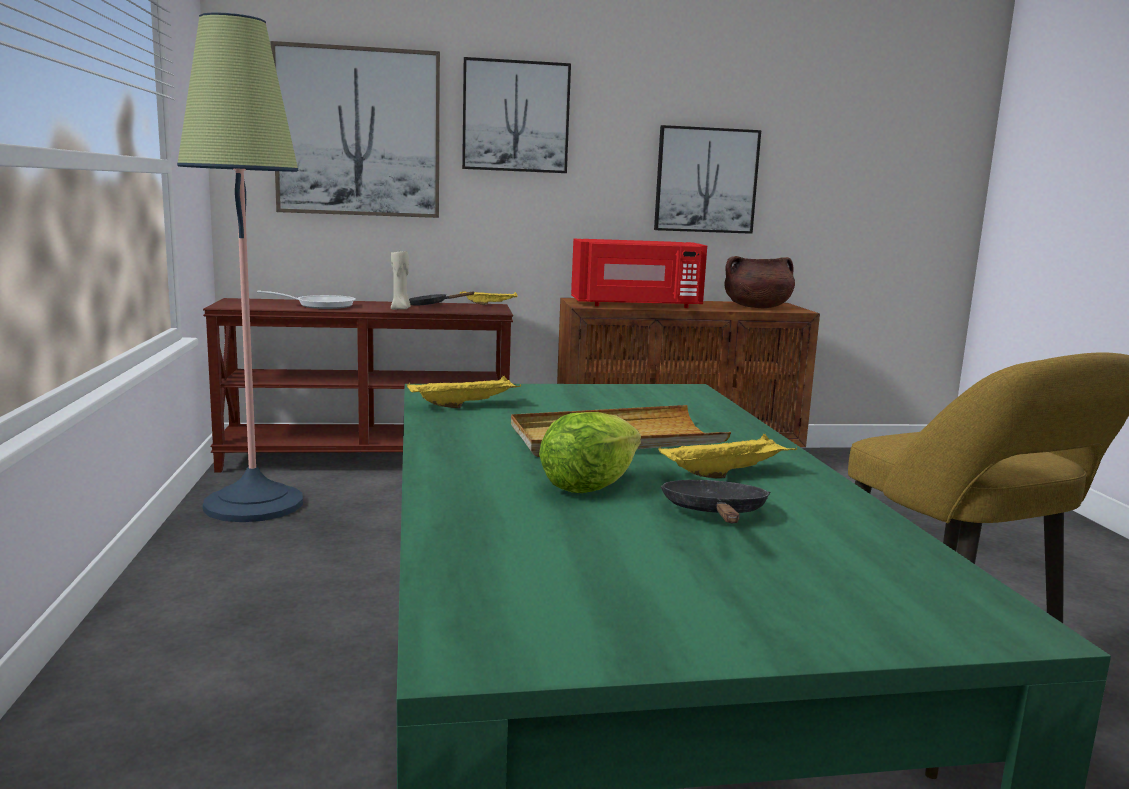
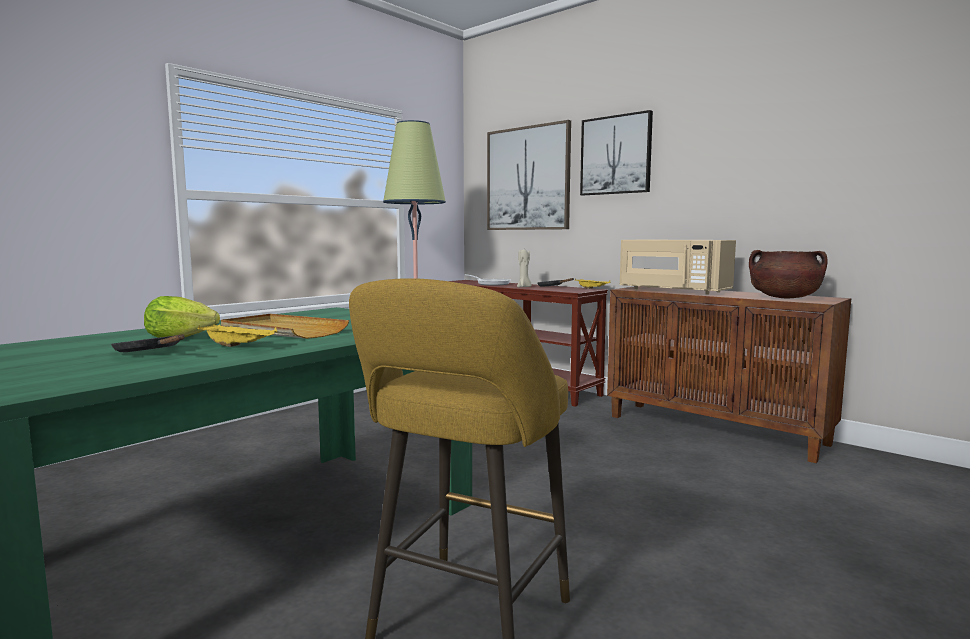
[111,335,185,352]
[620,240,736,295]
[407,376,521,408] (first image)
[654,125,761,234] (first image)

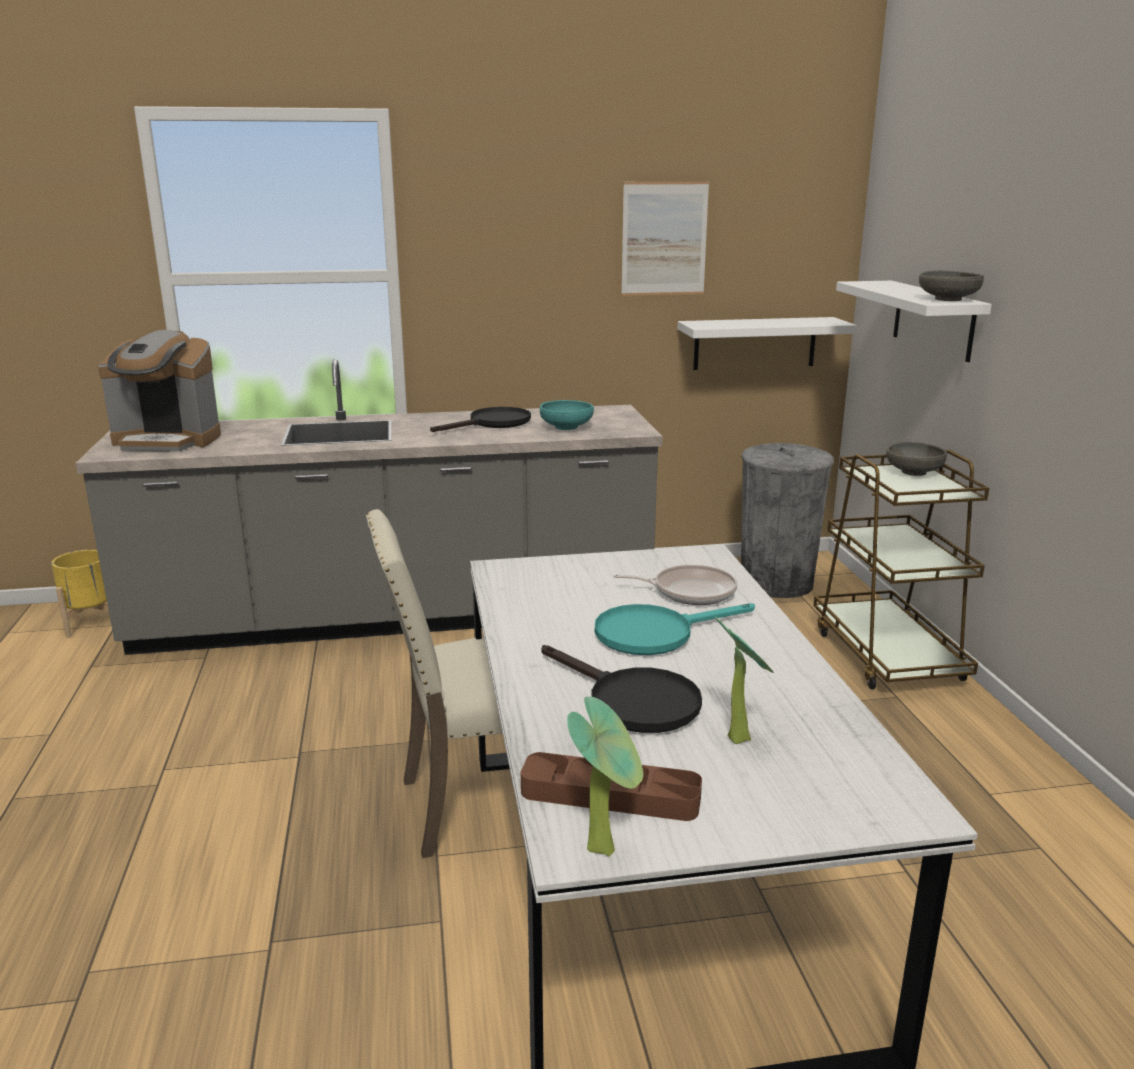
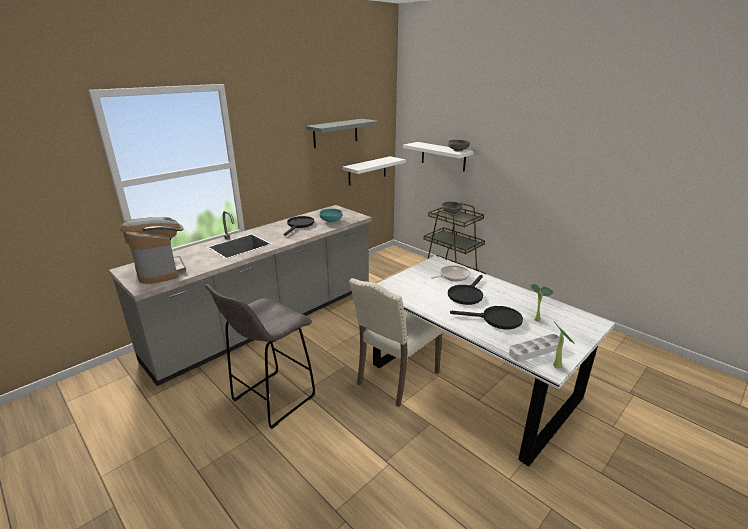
[120,217,186,284]
[205,284,315,429]
[306,119,378,148]
[448,275,483,305]
[509,334,564,362]
[51,550,109,638] (first image)
[741,443,834,598] (first image)

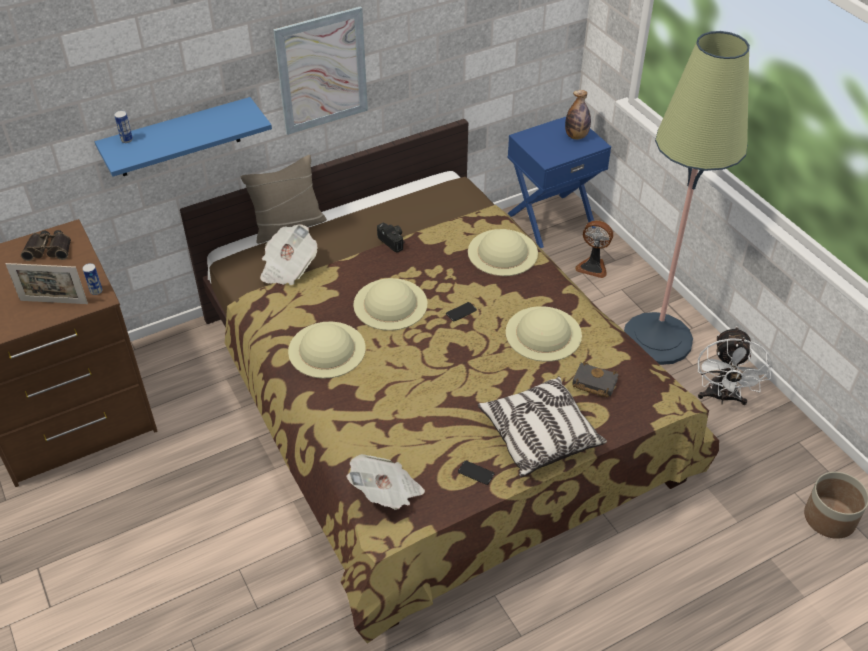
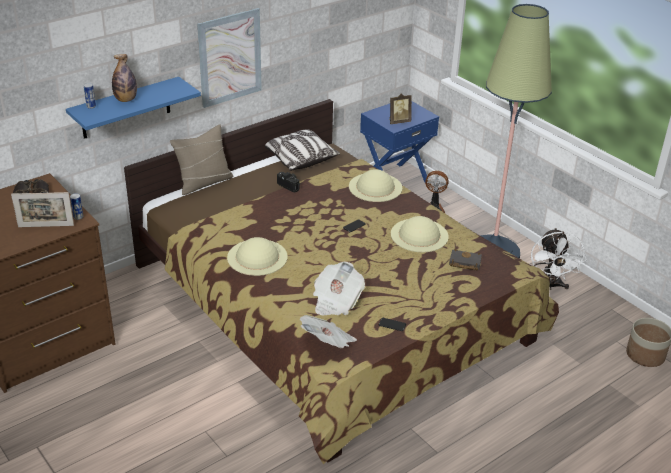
[112,54,137,102]
[265,129,340,171]
[313,261,365,315]
[389,94,412,124]
[353,278,427,331] (first image)

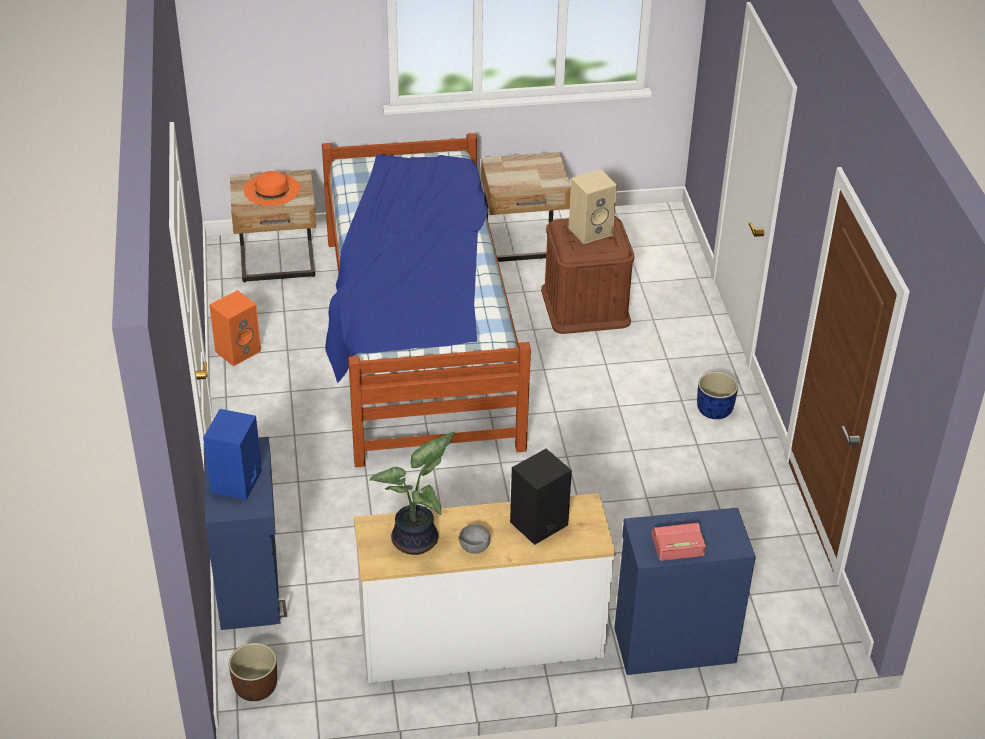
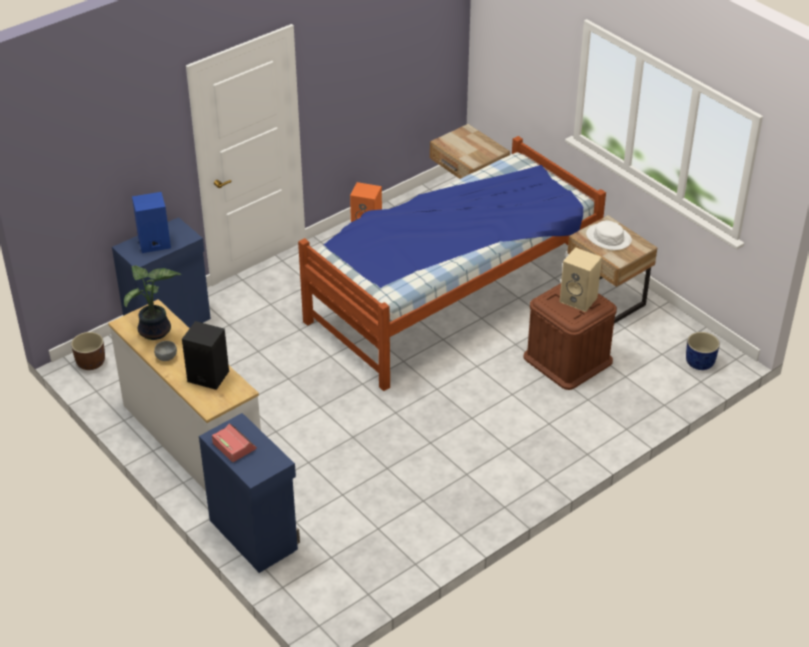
[586,221,632,250]
[686,332,720,370]
[244,171,300,206] (first image)

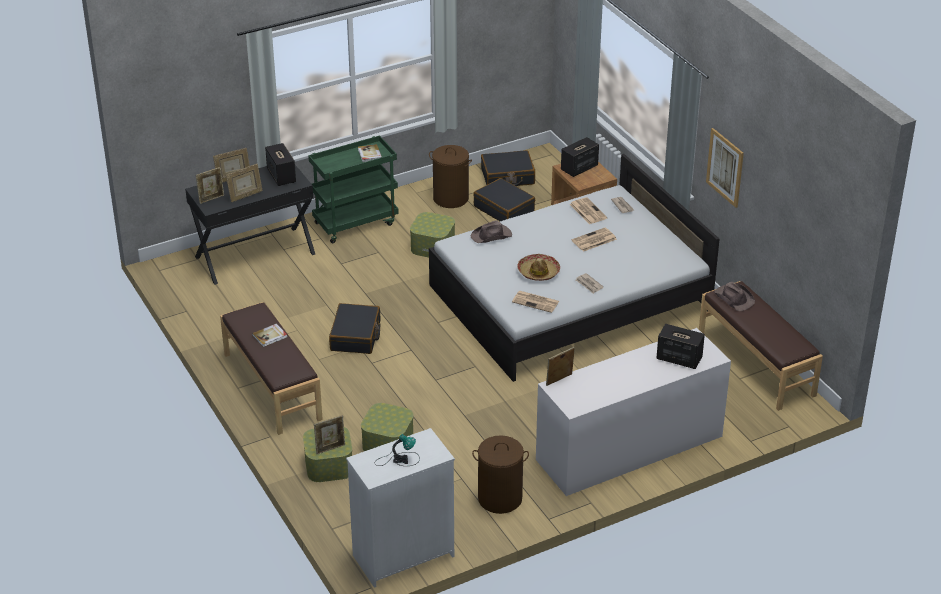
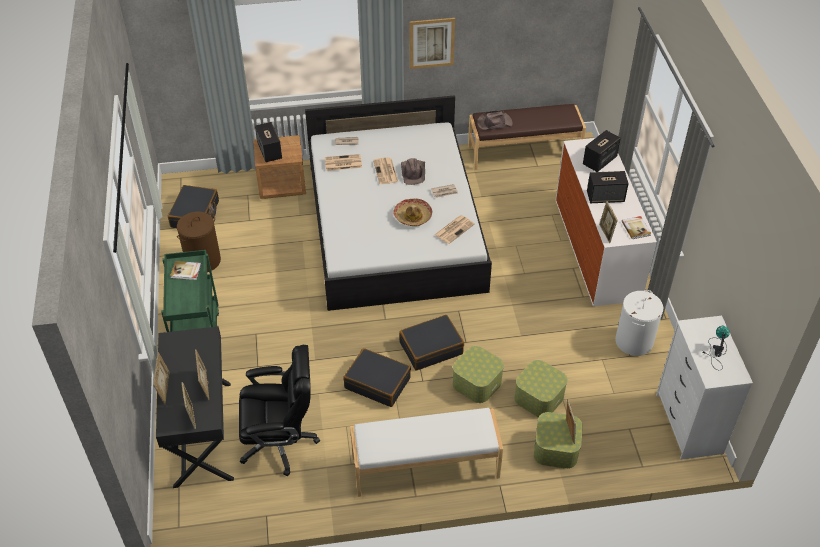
[239,345,320,476]
[350,408,503,497]
[399,315,464,370]
[401,158,425,185]
[453,346,504,403]
[587,171,629,203]
[615,290,663,356]
[622,216,651,239]

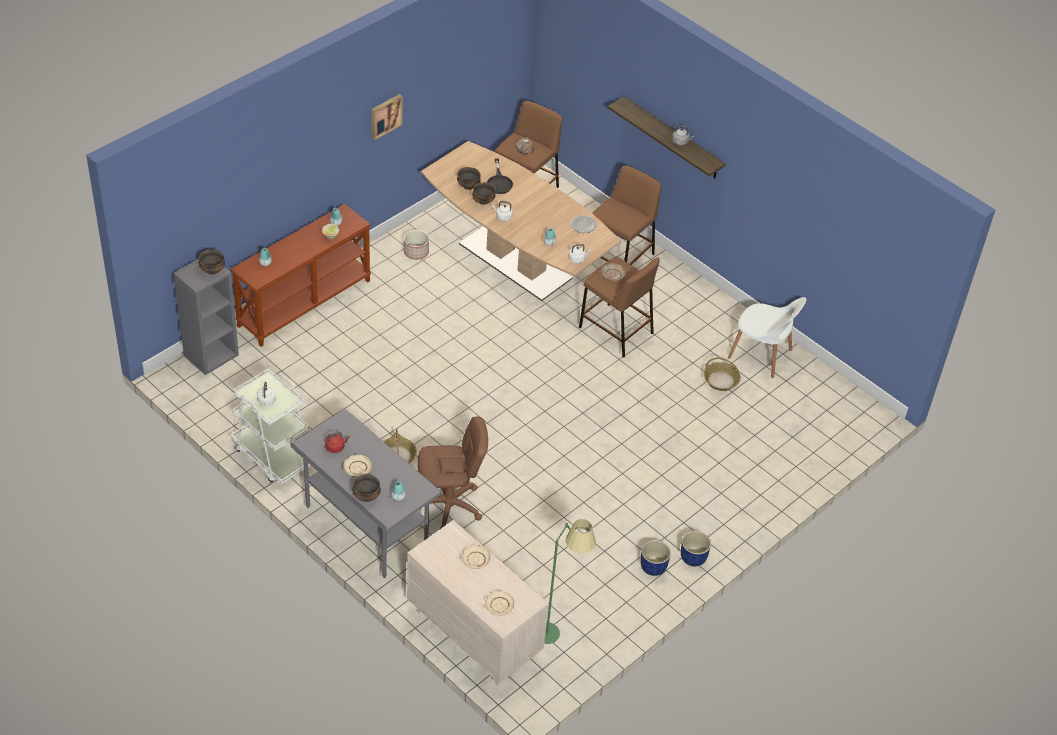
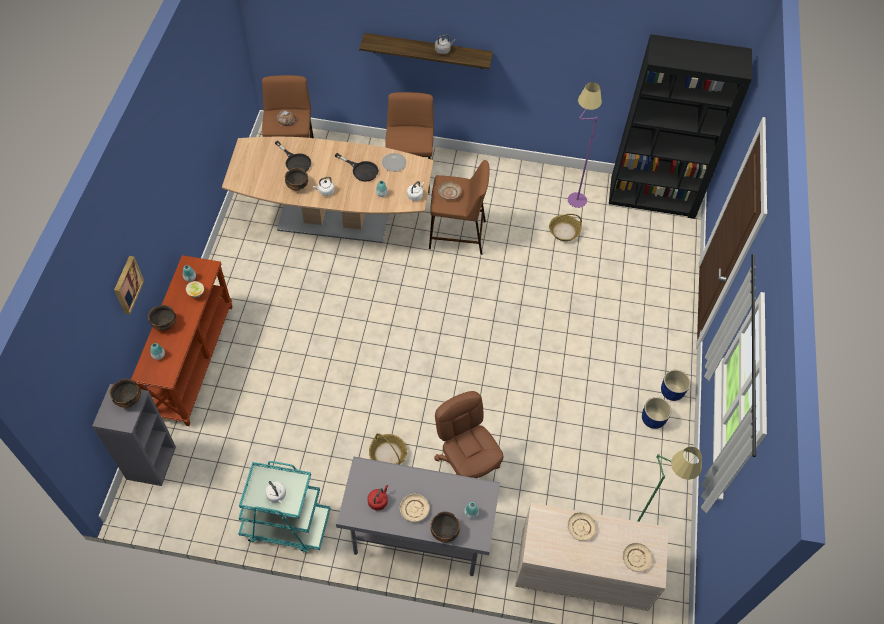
[114,256,144,314]
[148,305,176,331]
[238,461,331,552]
[334,153,378,182]
[434,391,503,478]
[568,82,602,208]
[609,34,752,219]
[404,230,429,260] (first image)

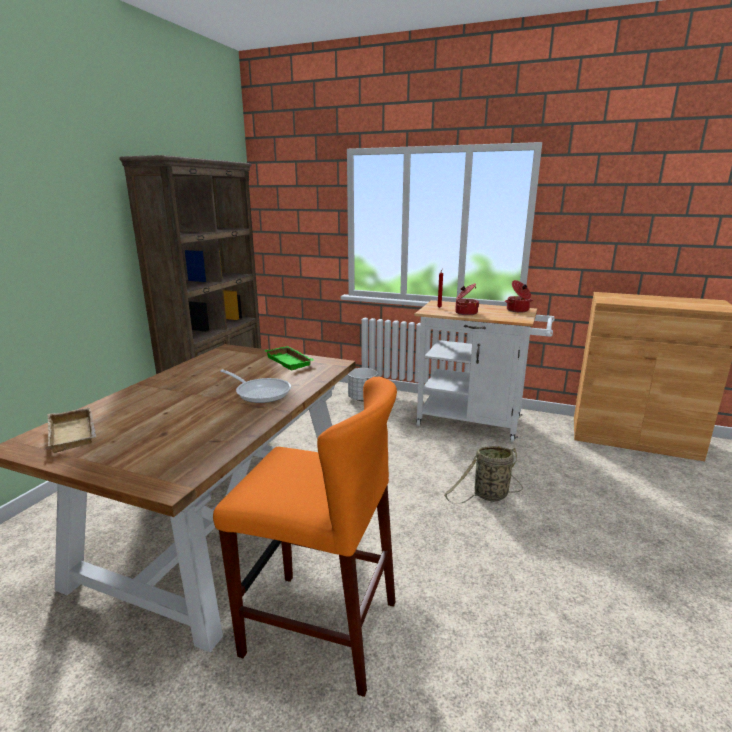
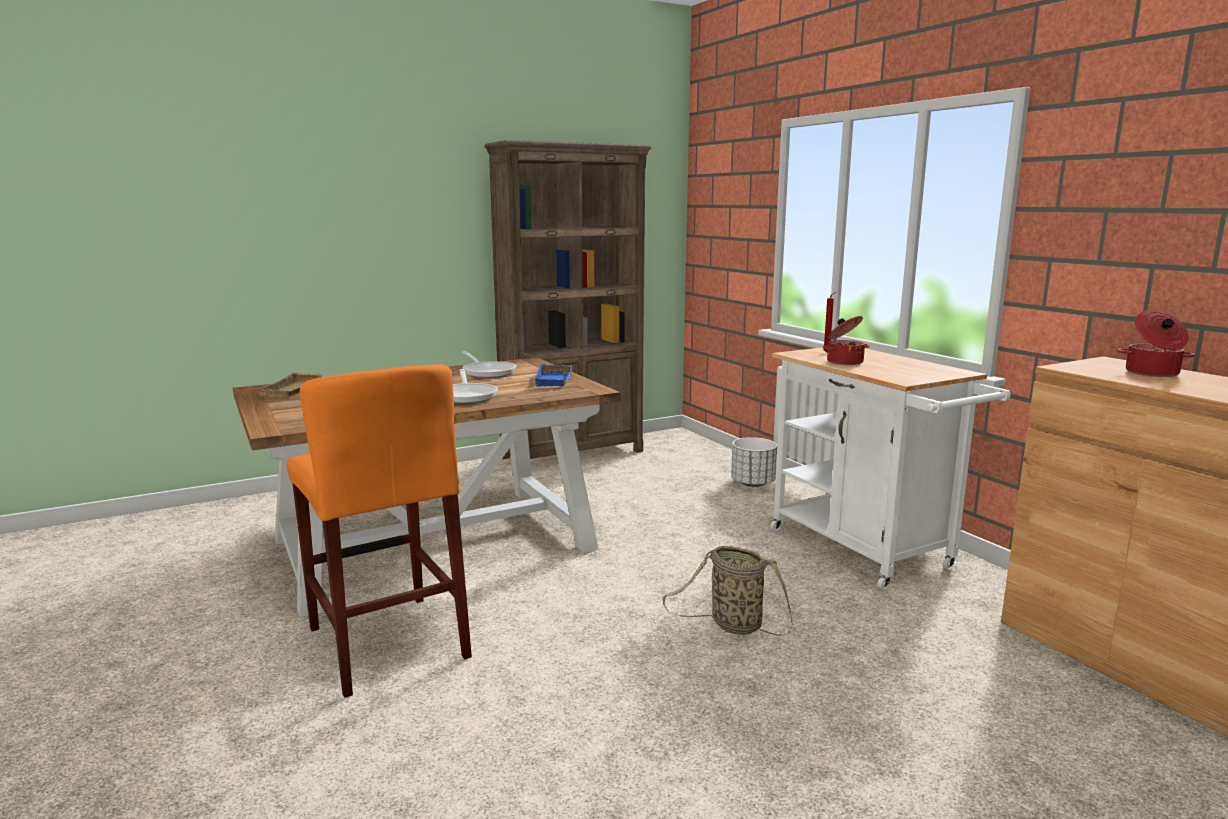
[462,351,517,378]
[534,364,573,387]
[1117,309,1195,377]

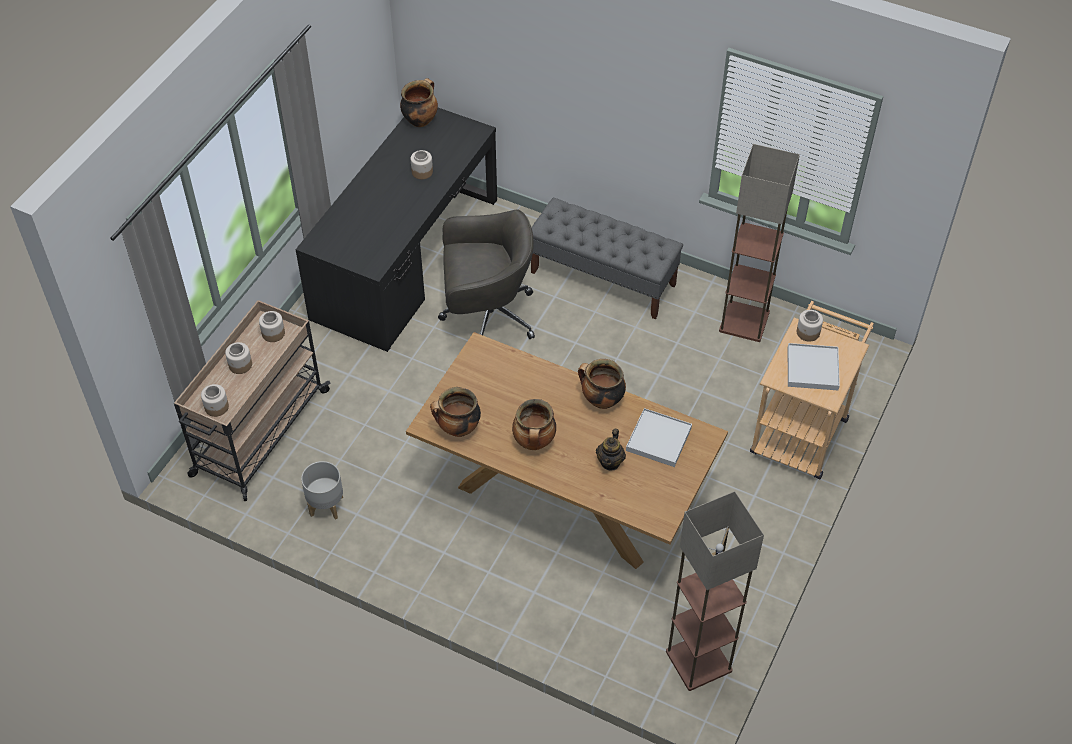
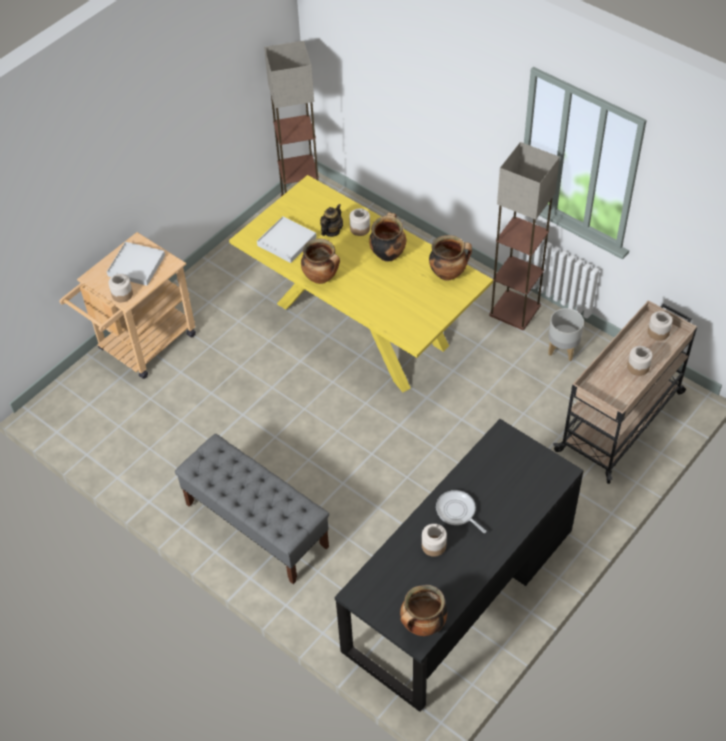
[229,175,493,392]
[349,208,370,236]
[436,490,486,533]
[489,142,560,330]
[438,210,535,339] (first image)

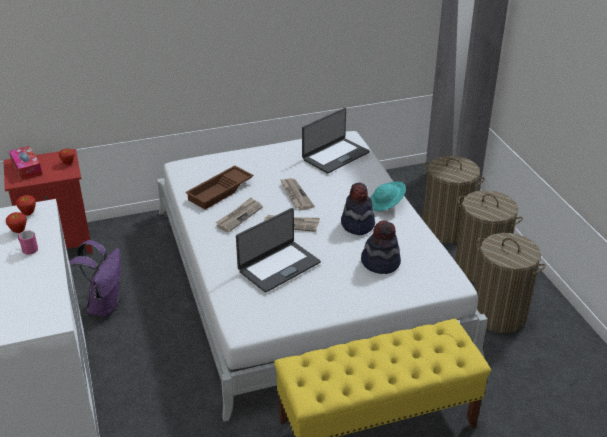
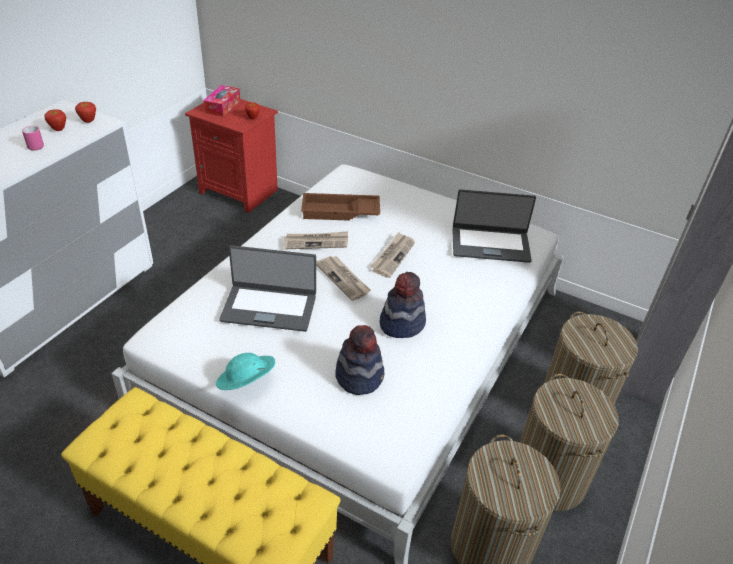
[216,353,275,390]
[69,240,122,317] (first image)

